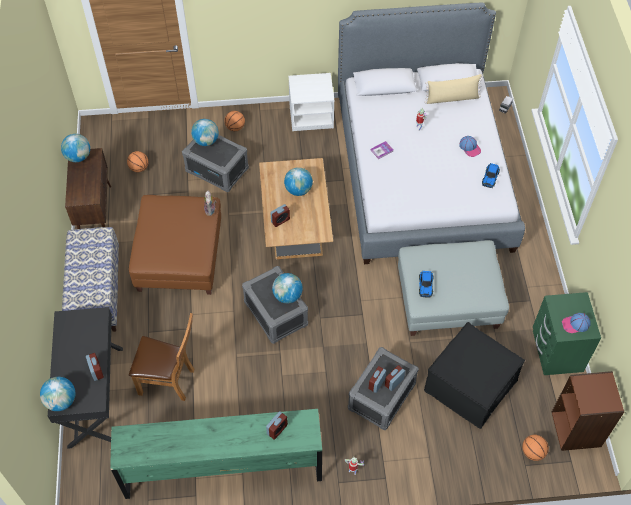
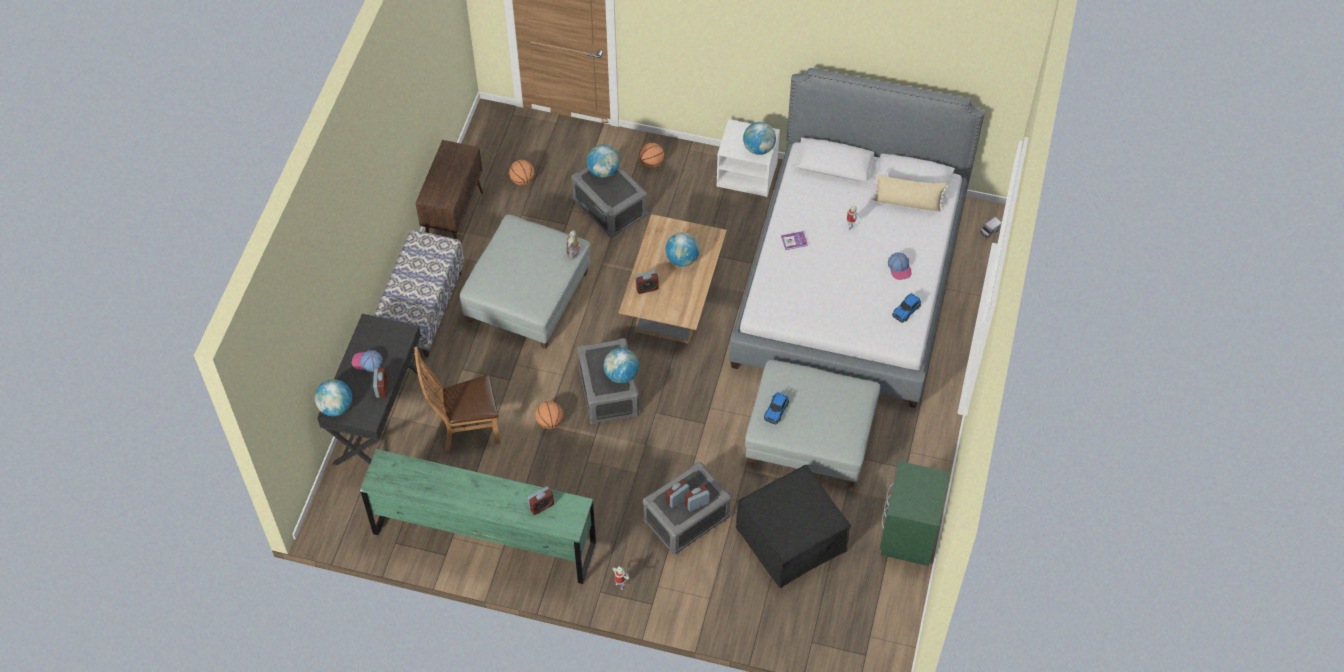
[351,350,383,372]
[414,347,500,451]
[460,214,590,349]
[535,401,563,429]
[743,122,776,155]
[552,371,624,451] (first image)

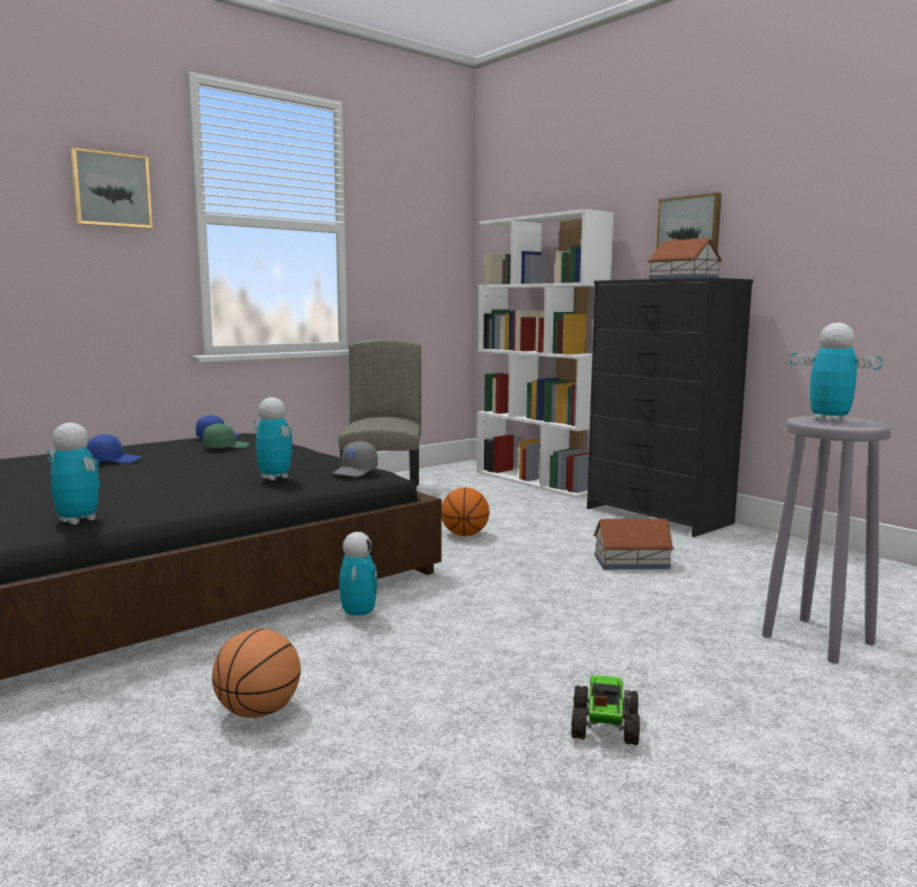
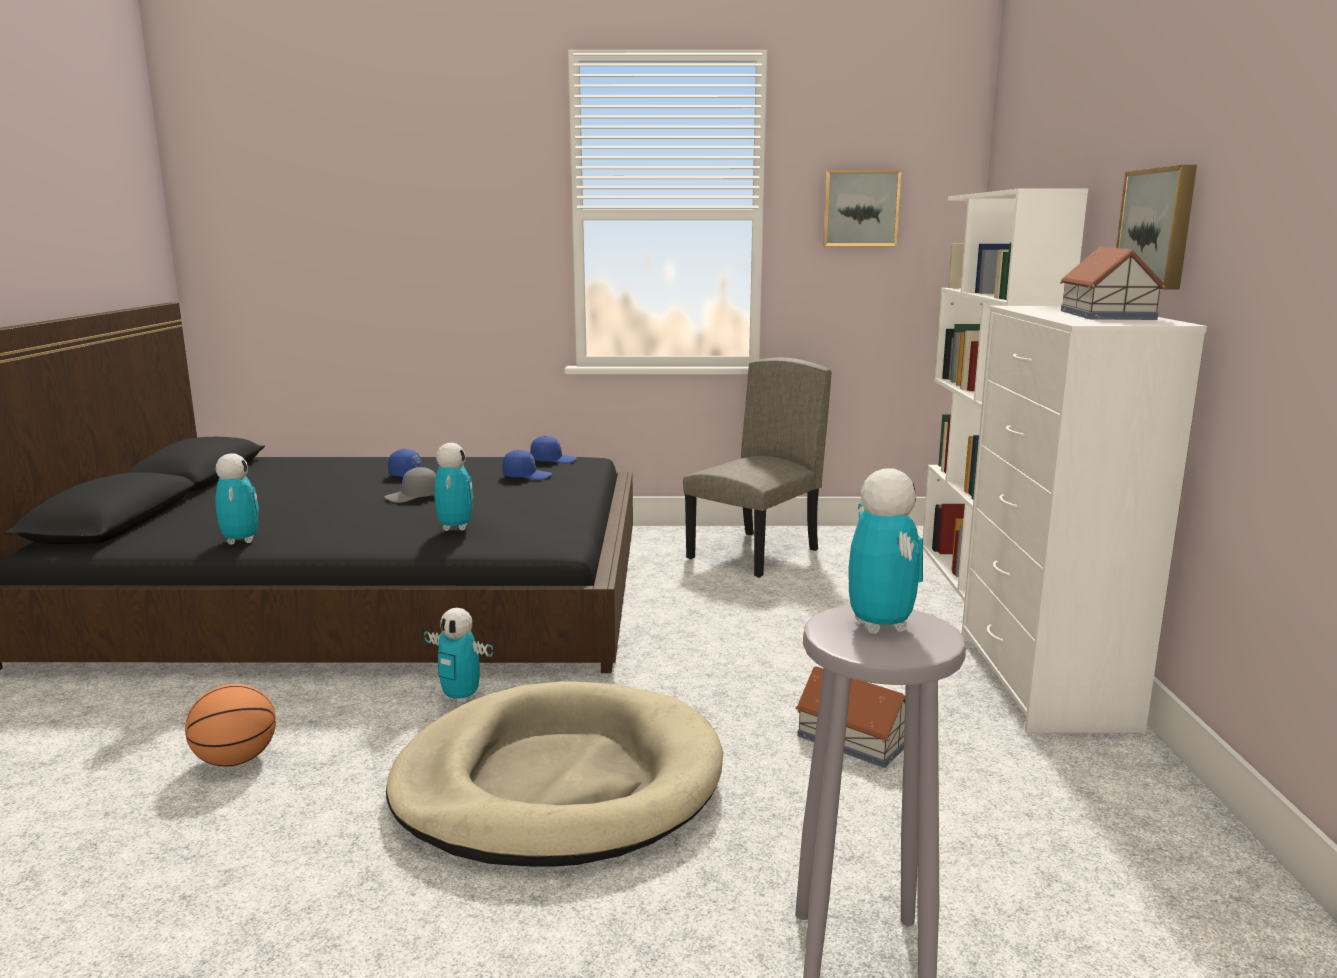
[385,467,436,503]
[386,681,723,867]
[424,608,493,704]
[502,450,552,480]
[823,170,901,246]
[962,306,1207,733]
[442,488,489,536] (first image)
[571,676,640,745] (first image)

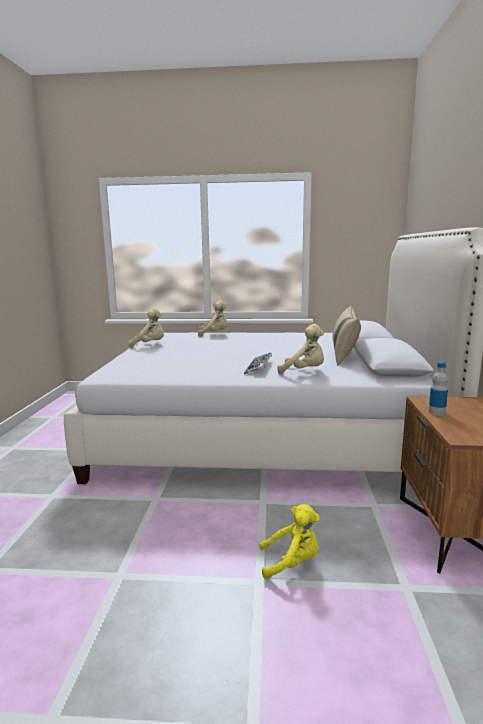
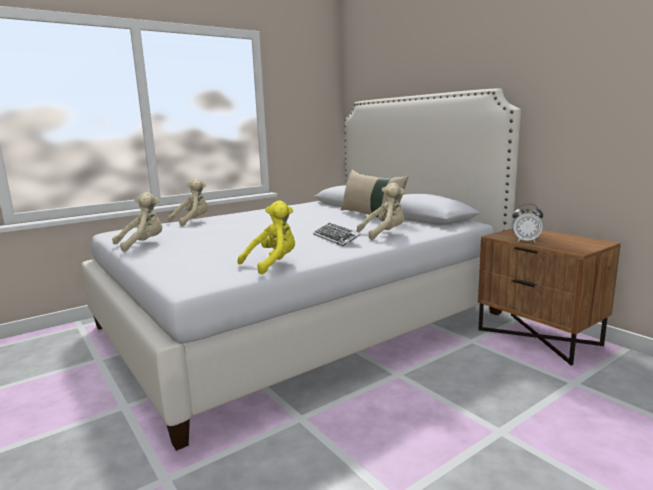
[238,201,295,275]
[511,203,543,242]

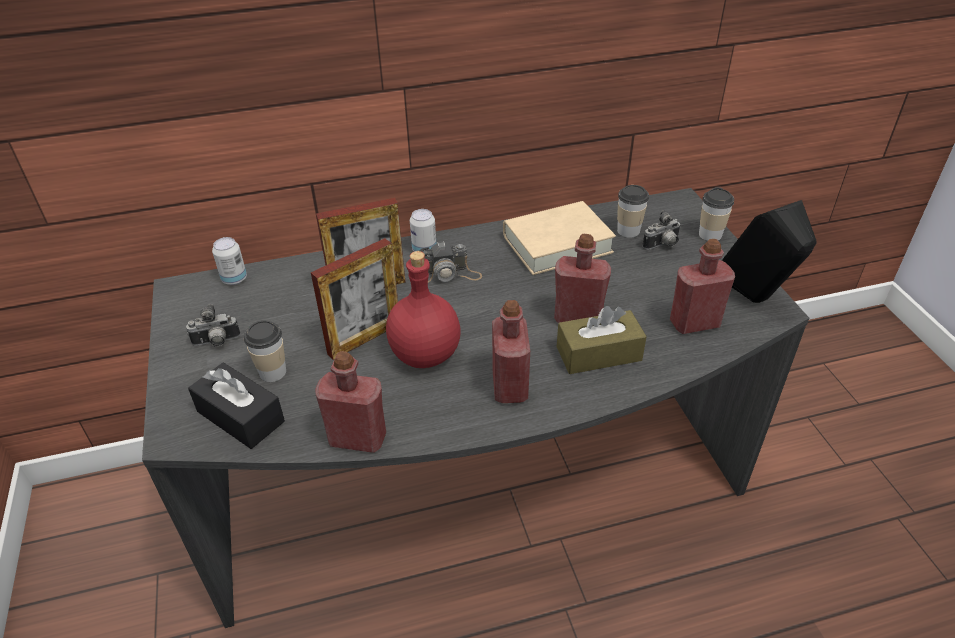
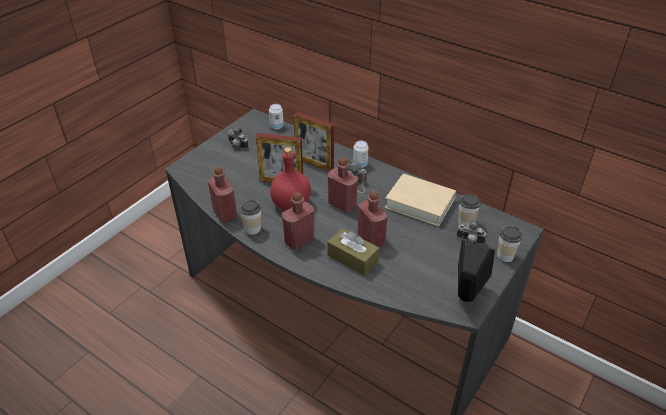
[240,200,261,235]
[328,157,358,213]
[188,363,285,449] (first image)

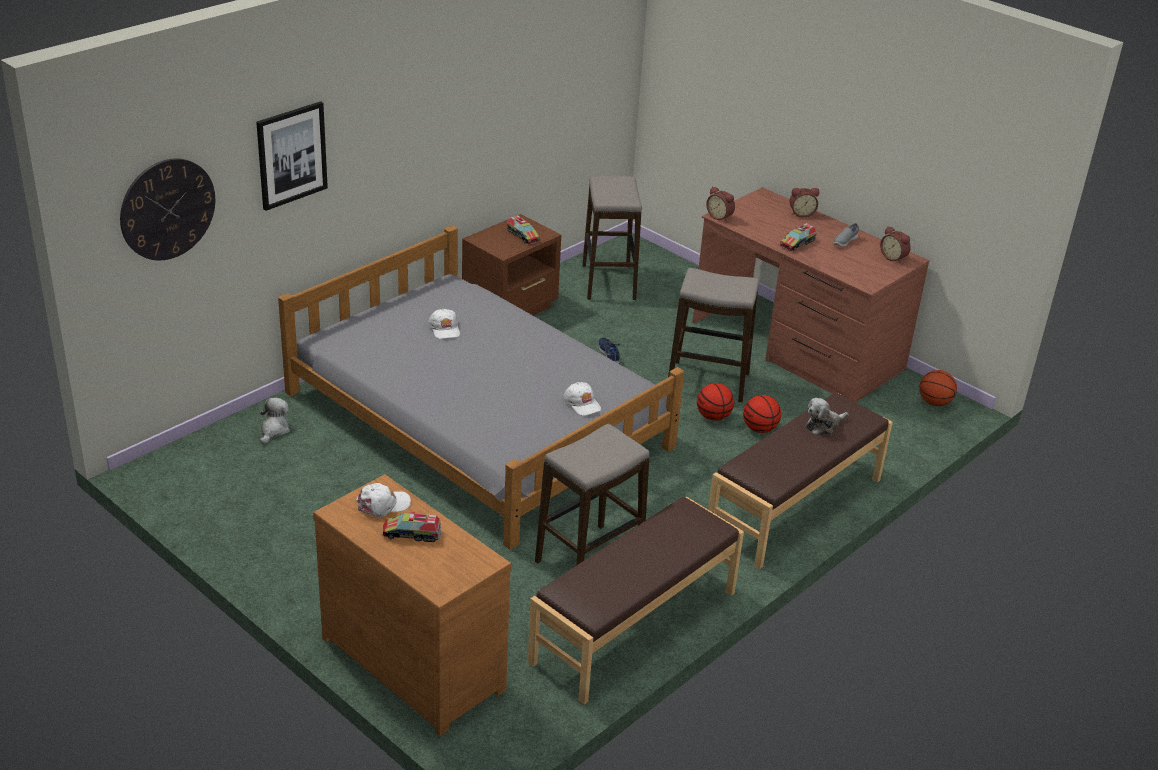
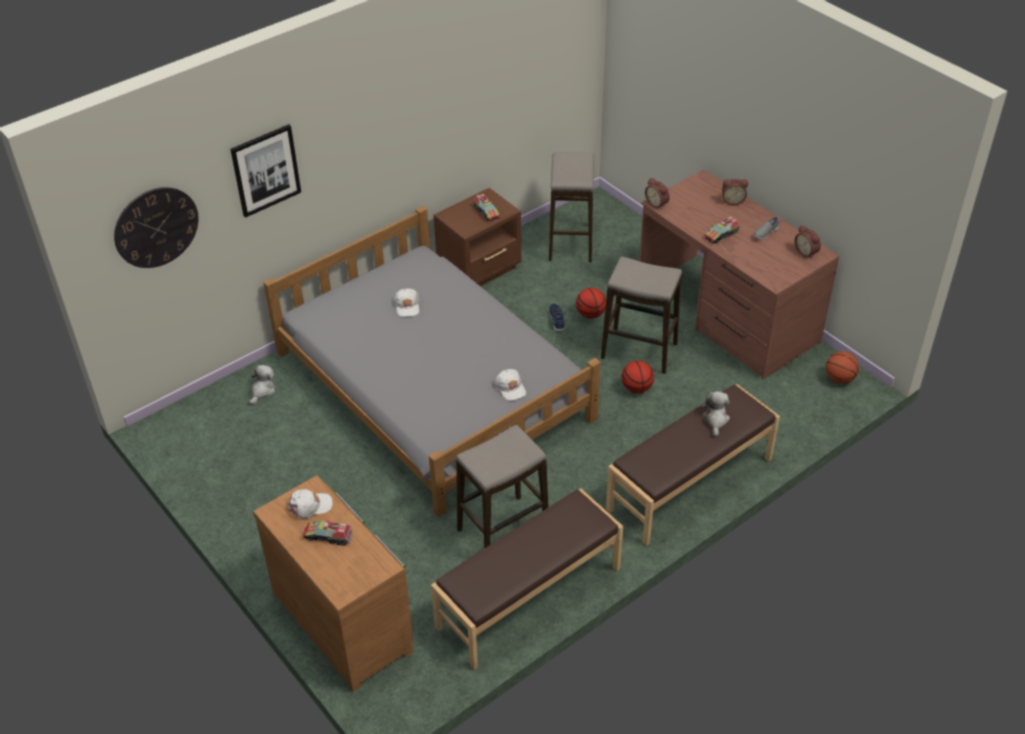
[576,288,606,319]
[701,391,730,437]

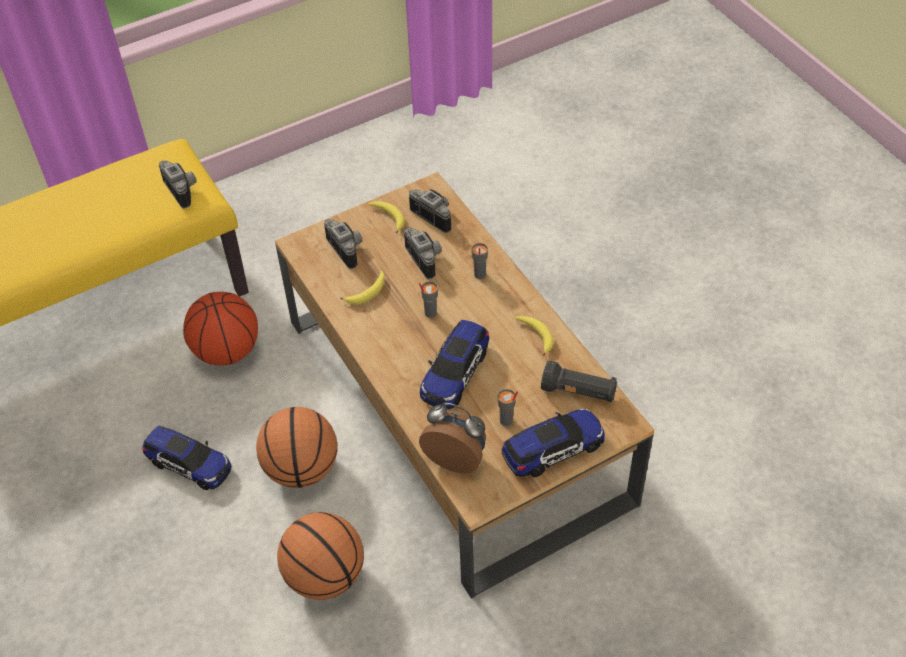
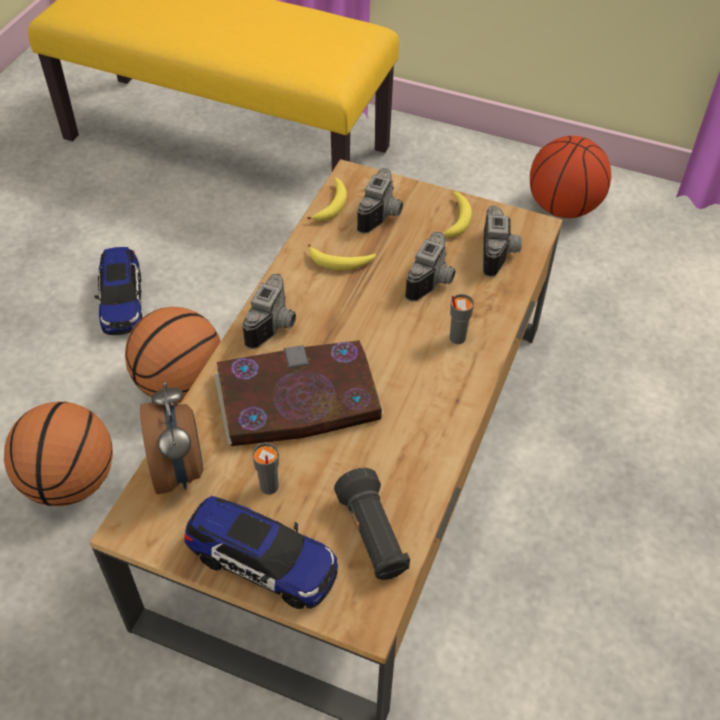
[213,340,384,446]
[242,274,296,349]
[307,178,347,221]
[530,136,611,218]
[419,282,438,318] (first image)

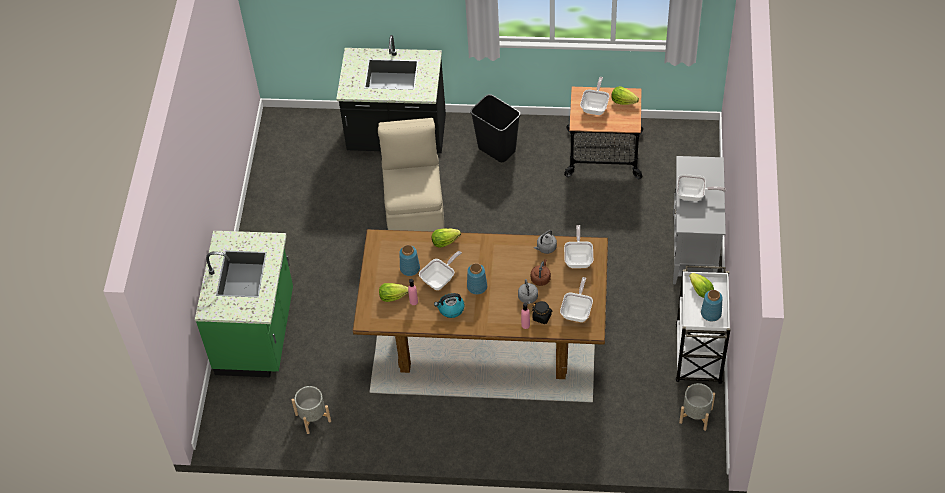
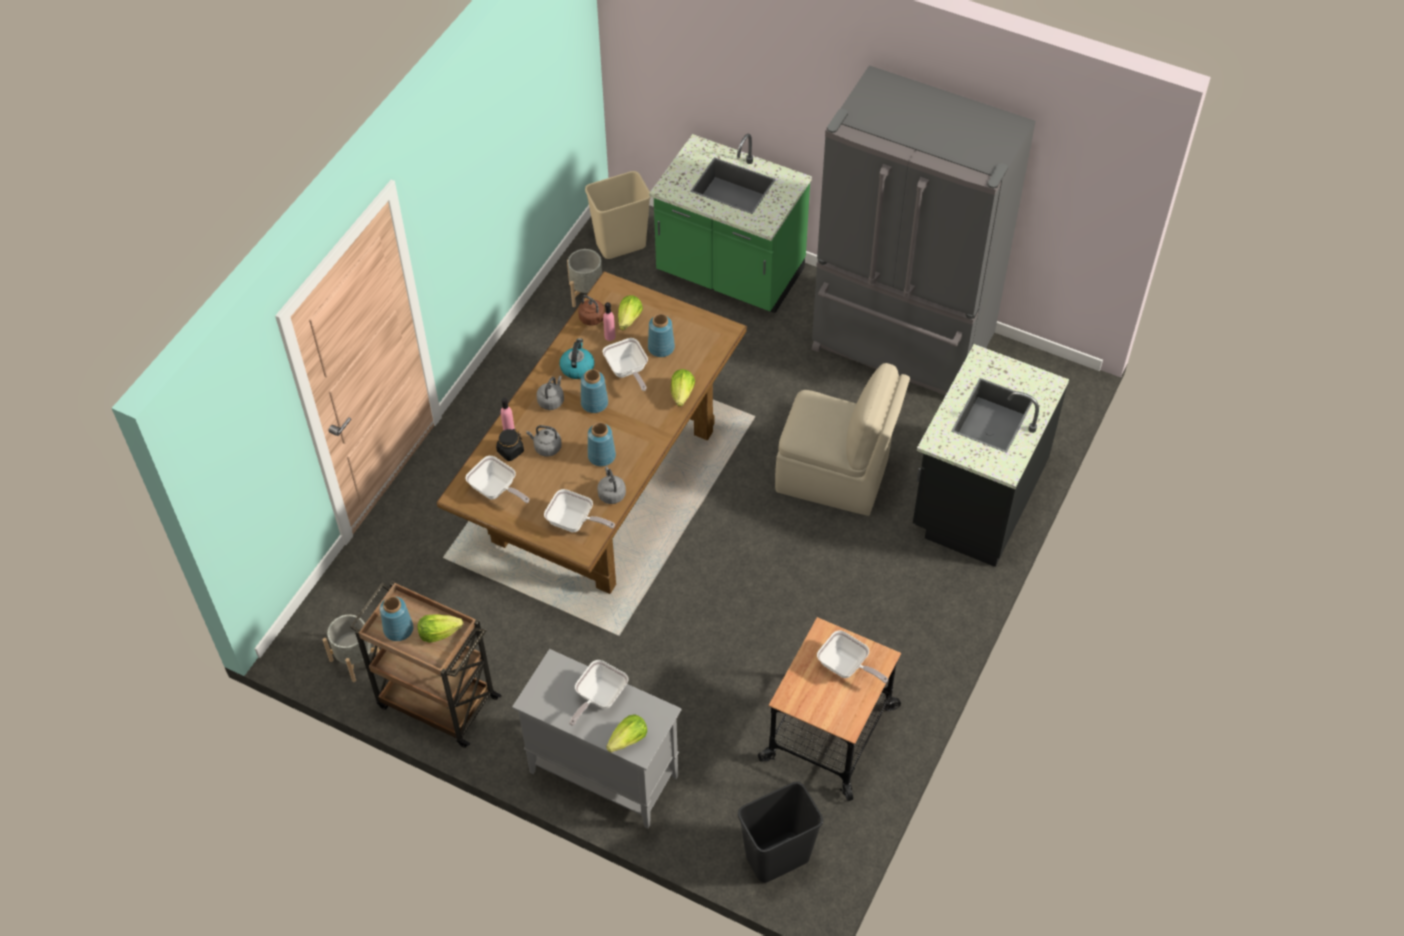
[350,581,502,748]
[537,376,564,410]
[578,295,605,326]
[585,171,651,259]
[588,422,616,467]
[606,714,647,753]
[738,782,823,883]
[812,65,1036,396]

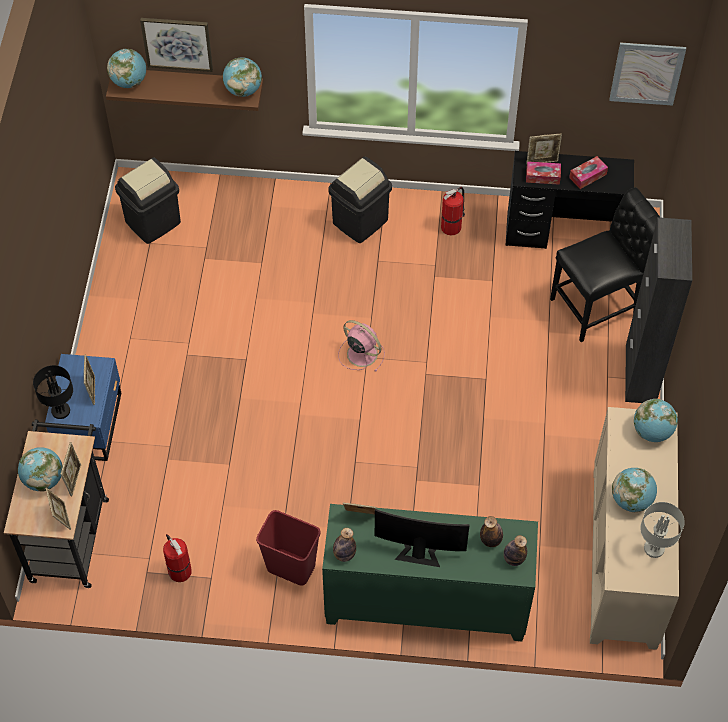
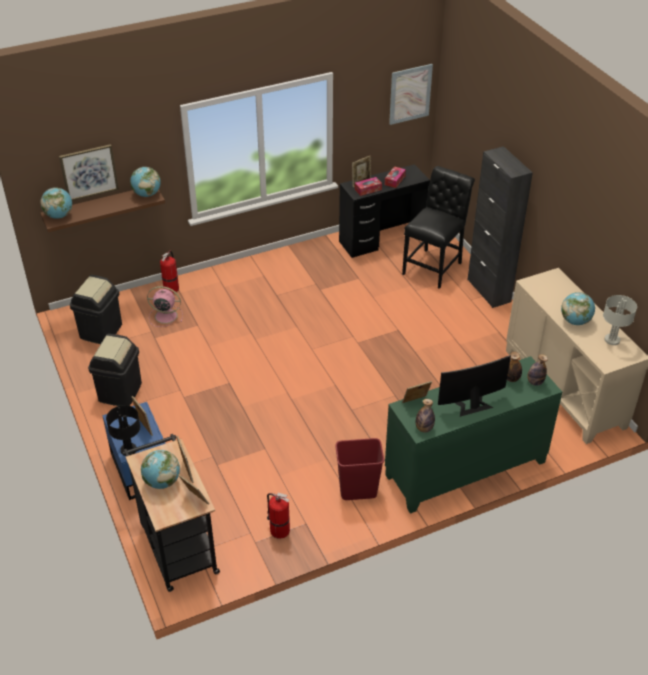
[88,334,142,406]
[147,286,183,327]
[160,251,179,293]
[634,399,678,442] (first image)

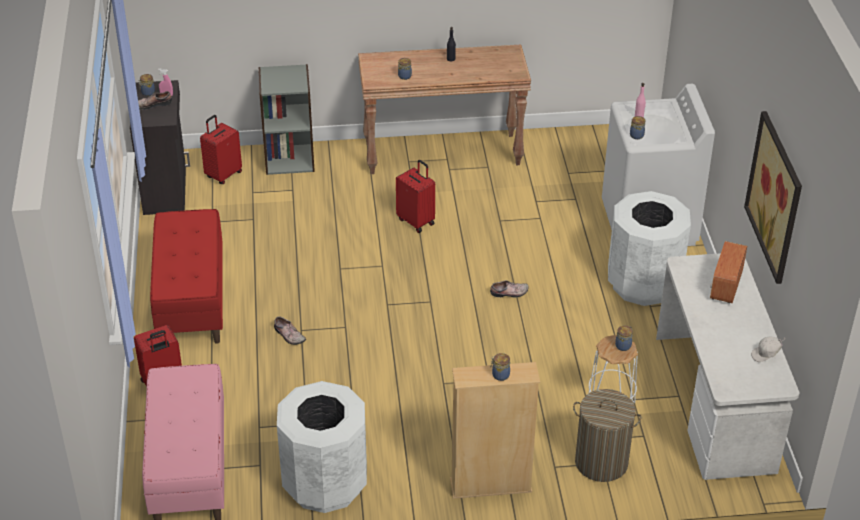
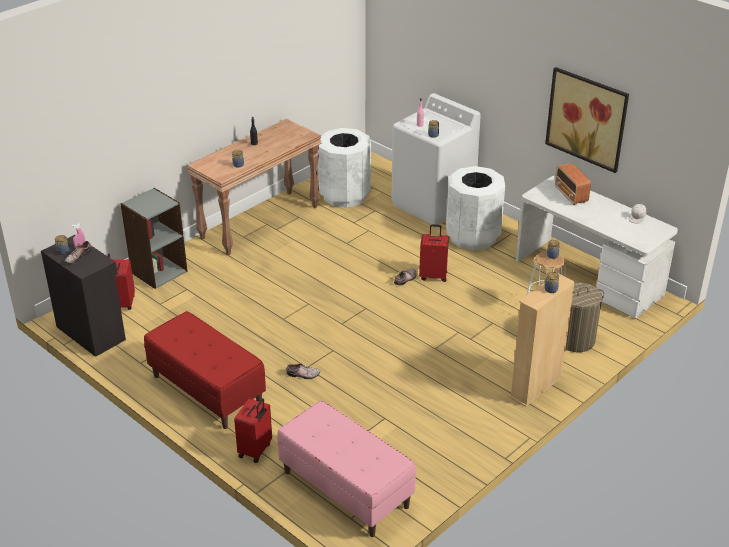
[318,128,371,208]
[419,224,449,282]

